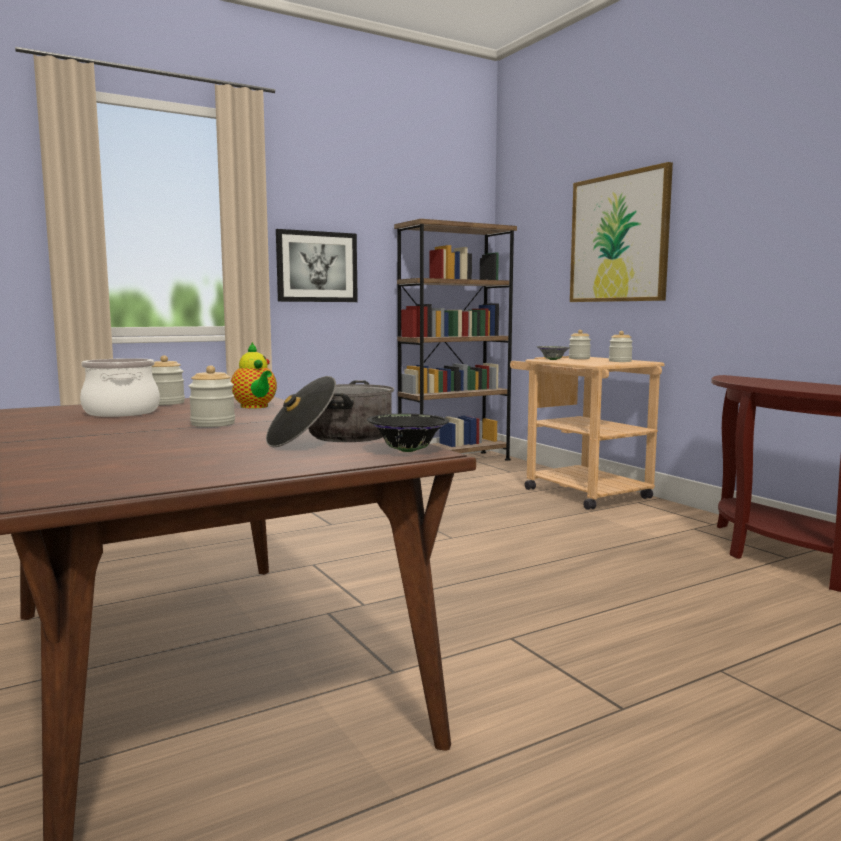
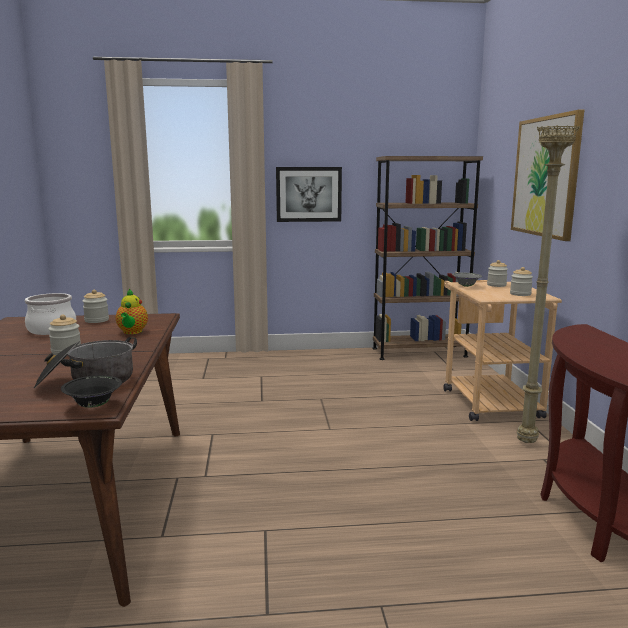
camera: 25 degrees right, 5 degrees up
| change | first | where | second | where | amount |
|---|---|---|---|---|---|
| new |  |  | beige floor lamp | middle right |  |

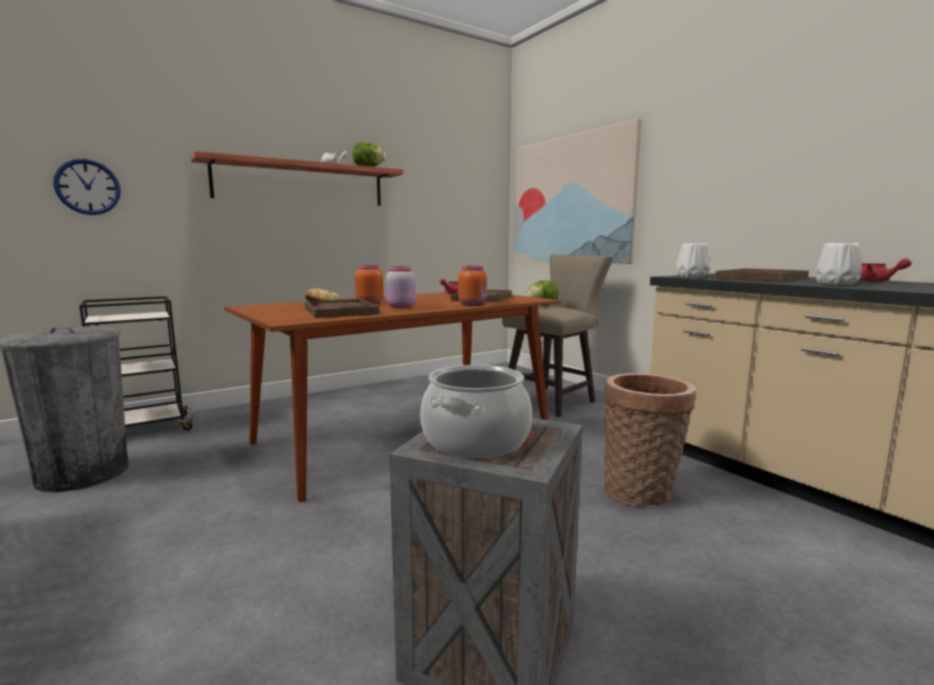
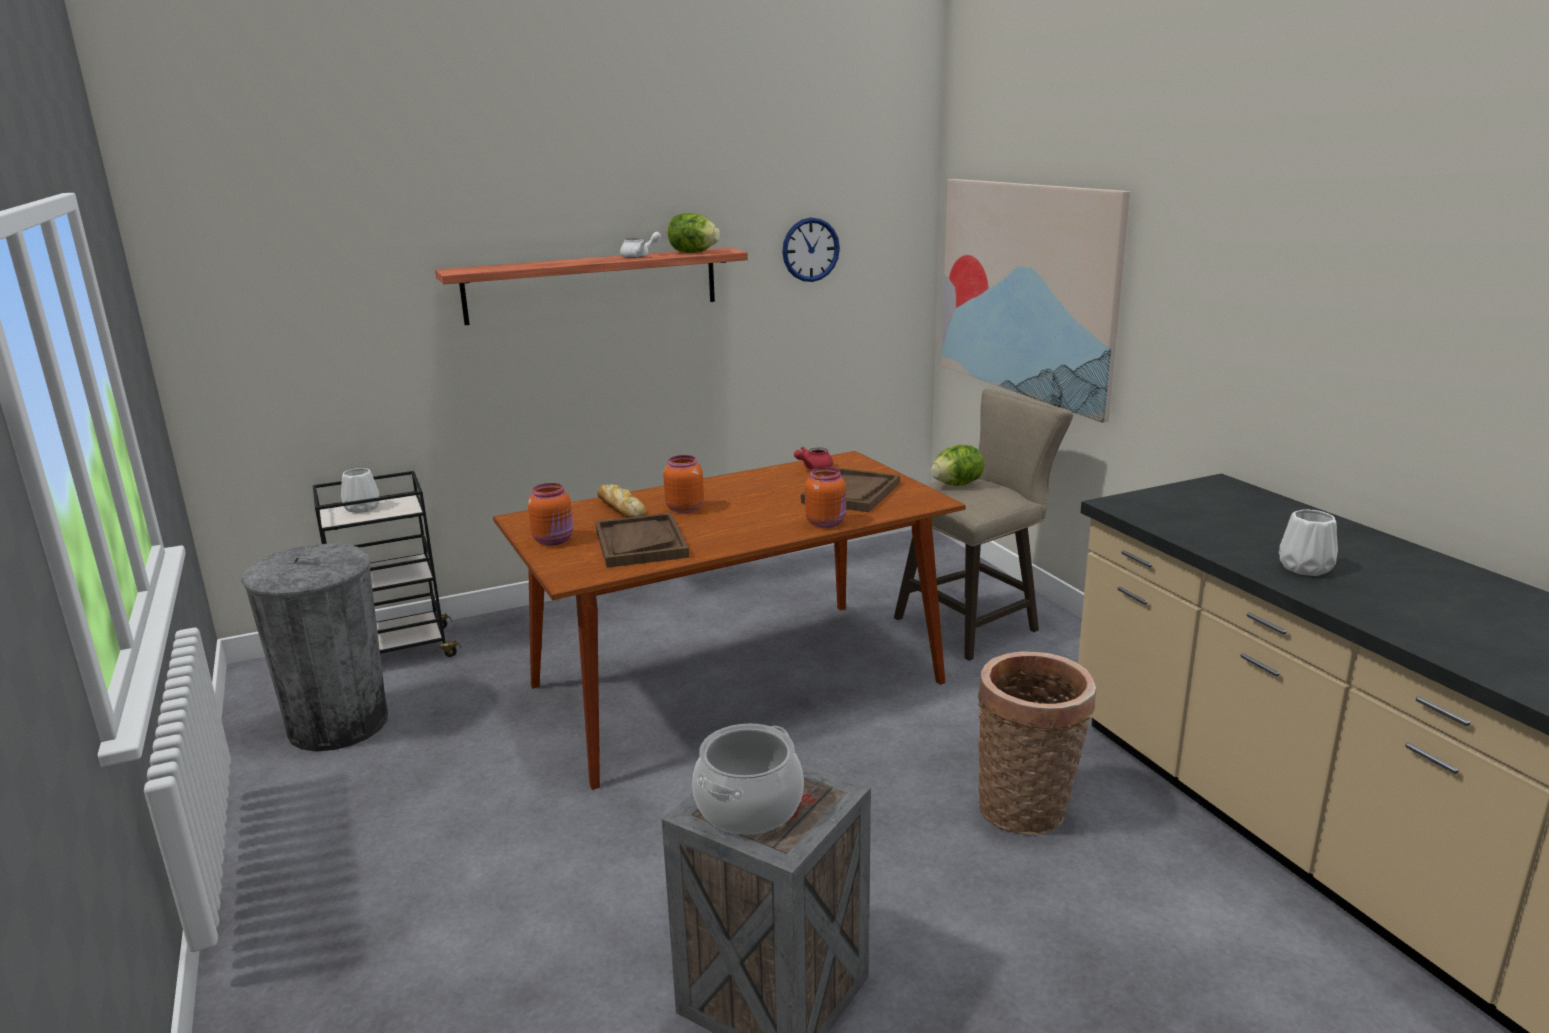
camera: 10 degrees right, 10 degrees up
| change | first | where | second | where | amount |
|---|---|---|---|---|---|
| shifted | wall clock | top left |  | top centre |  |
| gone | pink jar | centre |  |  |  |
| shifted | white vase (no. 1 from left) | middle right |  | middle left |  |
| gone | brown tray (no. 3 from left) | middle right |  |  |  |
| gone | red teapot (no. 2 from left) | middle right |  |  |  |
| new |  |  | orange jar (no. 1 from left) | centre |  |

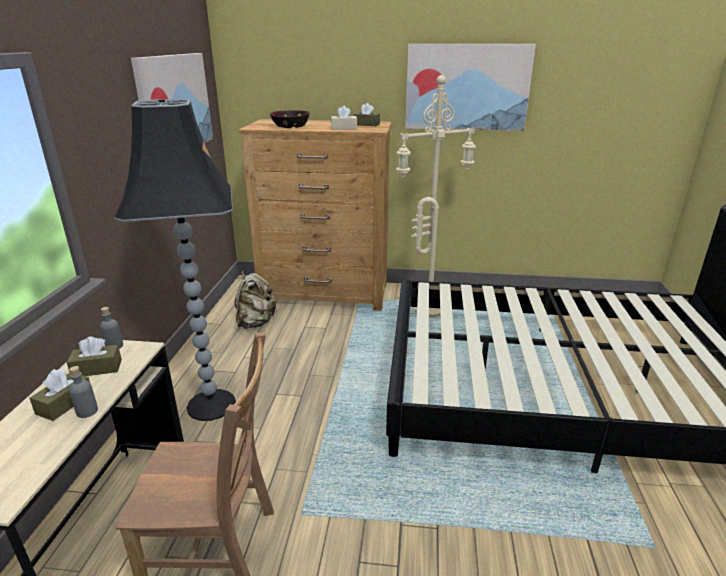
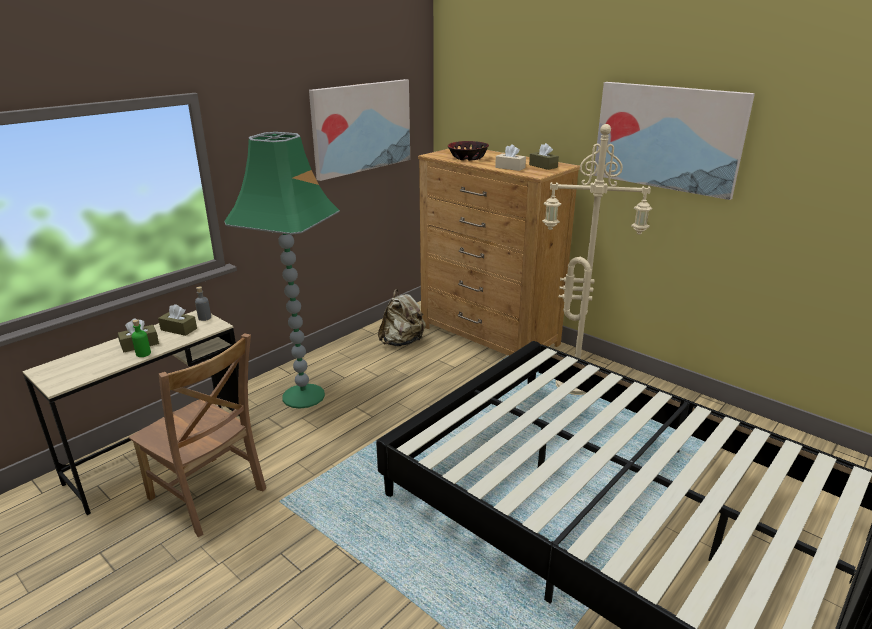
camera: 35 degrees right, 0 degrees up
| change | first | where | second | where | amount |
|---|---|---|---|---|---|
| repainted | grey bottle (no. 1 from left) | bottom left | green bottle | middle left |  |
| repainted | black floor lamp | middle left | green floor lamp | middle left |  |

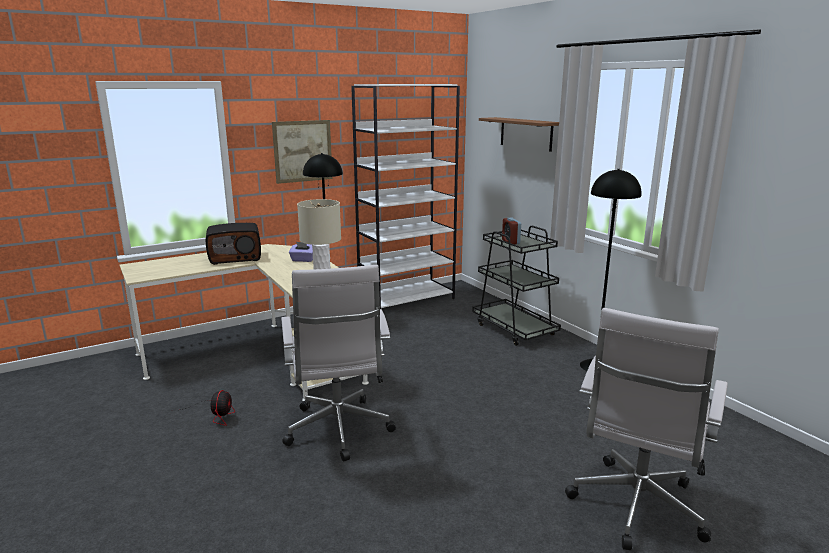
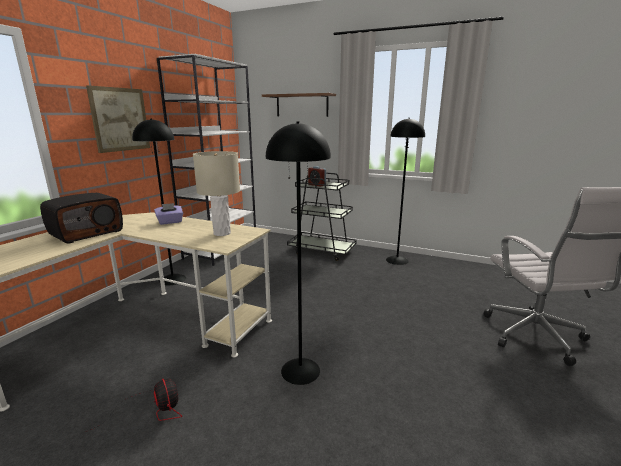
camera: 35 degrees left, 0 degrees up
| change | first | where | second | where | amount |
|---|---|---|---|---|---|
| swapped | white office chair (no. 1 from left) | centre | black floor lamp (no. 2 from left) | centre |  |

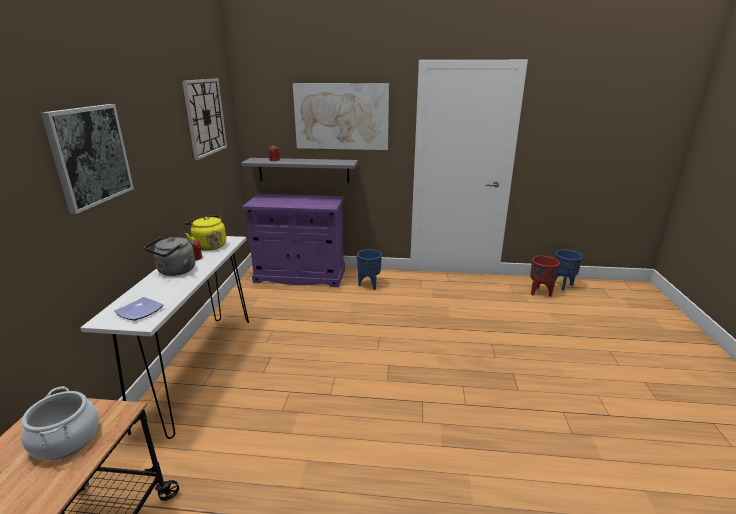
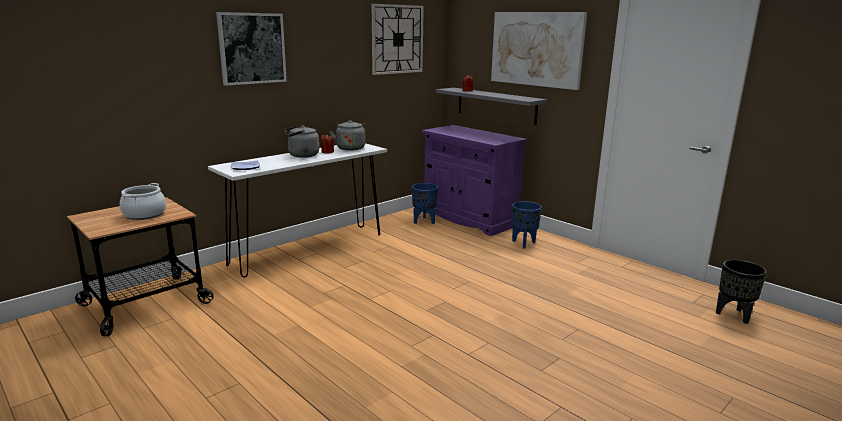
camera: 40 degrees right, 5 degrees down
| change | first | where | second | where | amount |
|---|---|---|---|---|---|
| repainted | yellow kettle | middle left | grey kettle (no. 2 from left) | top centre |  |
| repainted | red planter | middle right | black planter | bottom right |  |
| shifted | blue planter (no. 2 from left in the first image) | middle right | blue planter (no. 1 from left) | centre |  |

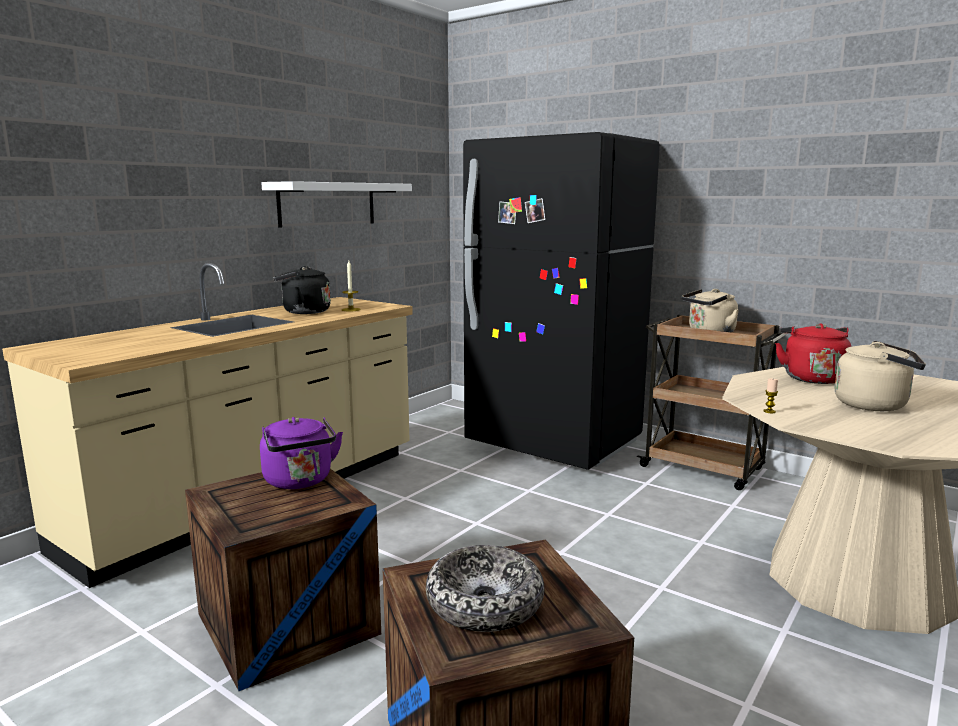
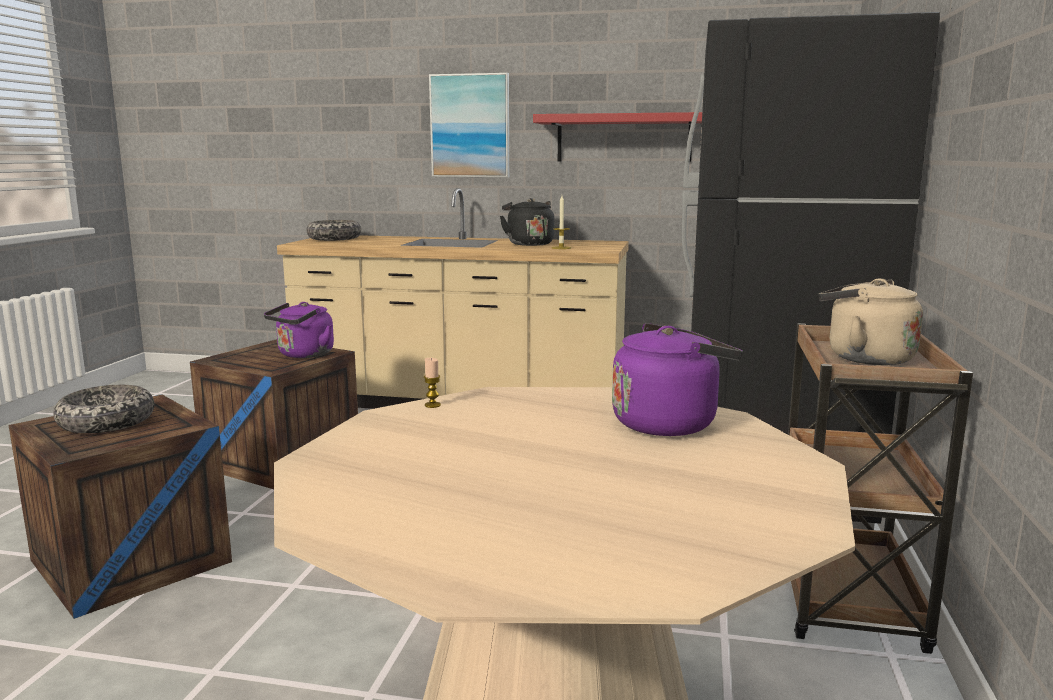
camera: 65 degrees right, 0 degrees up
| change | first | where | second | where | amount |
|---|---|---|---|---|---|
| repainted | white shelf | top centre | red shelf | top centre |  |
| repainted | red kettle | middle right | purple kettle (no. 2 from left) | centre |  |
| gone | beige kettle (no. 2 from left) | middle right |  |  |  |
| new |  |  | bowl (no. 2 from left) | top left |  |
| new |  |  | picture | top centre |  |

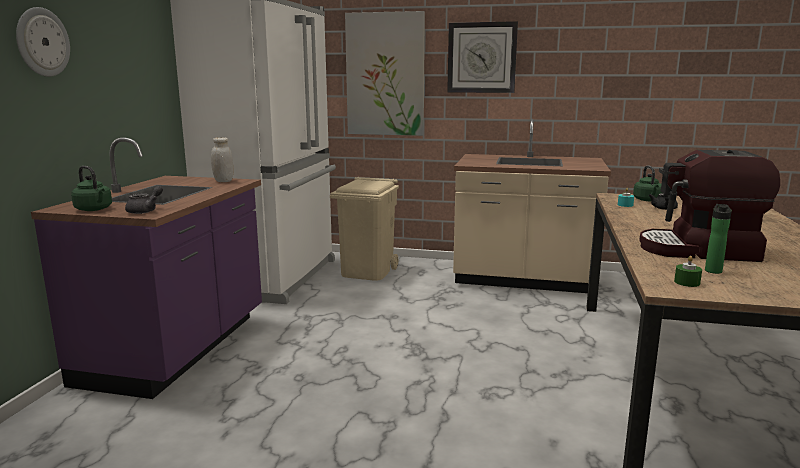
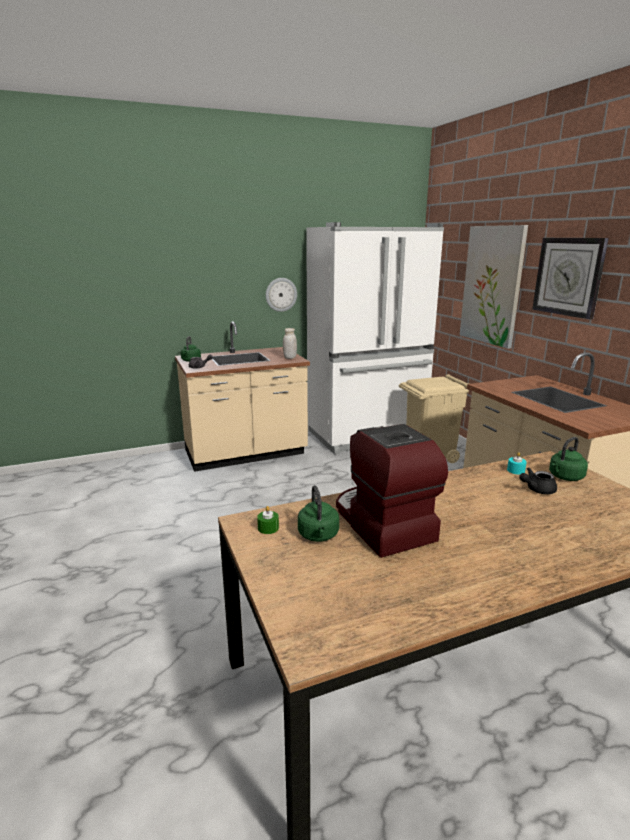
camera: 55 degrees right, 5 degrees up
| change | first | where | second | where | amount |
|---|---|---|---|---|---|
| shifted | wall clock (no. 1 from left) | top left |  | centre |  |
| repainted | purple counter | middle left | beige counter (no. 1 from left) | centre |  |
| swapped | bottle | middle right | green kettle (no. 2 from left) | centre |  |

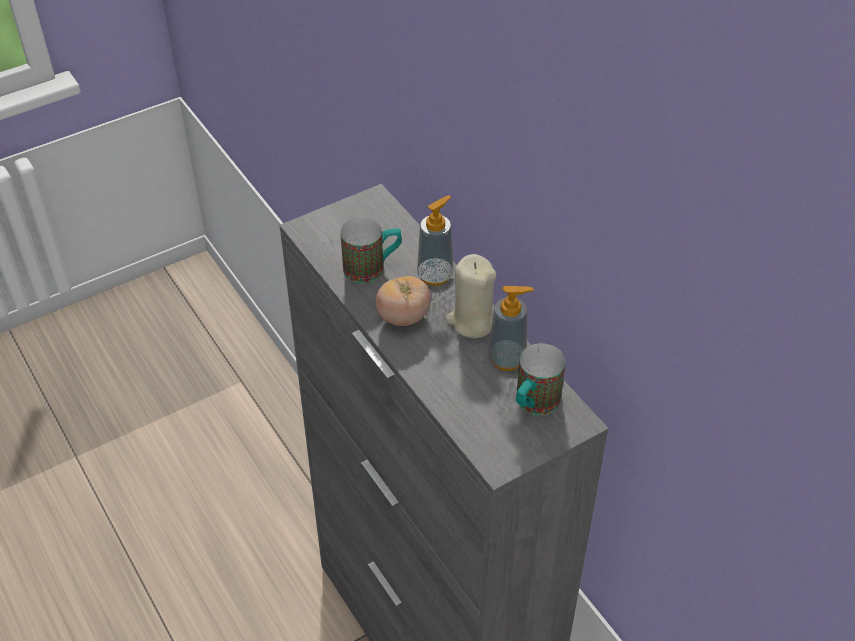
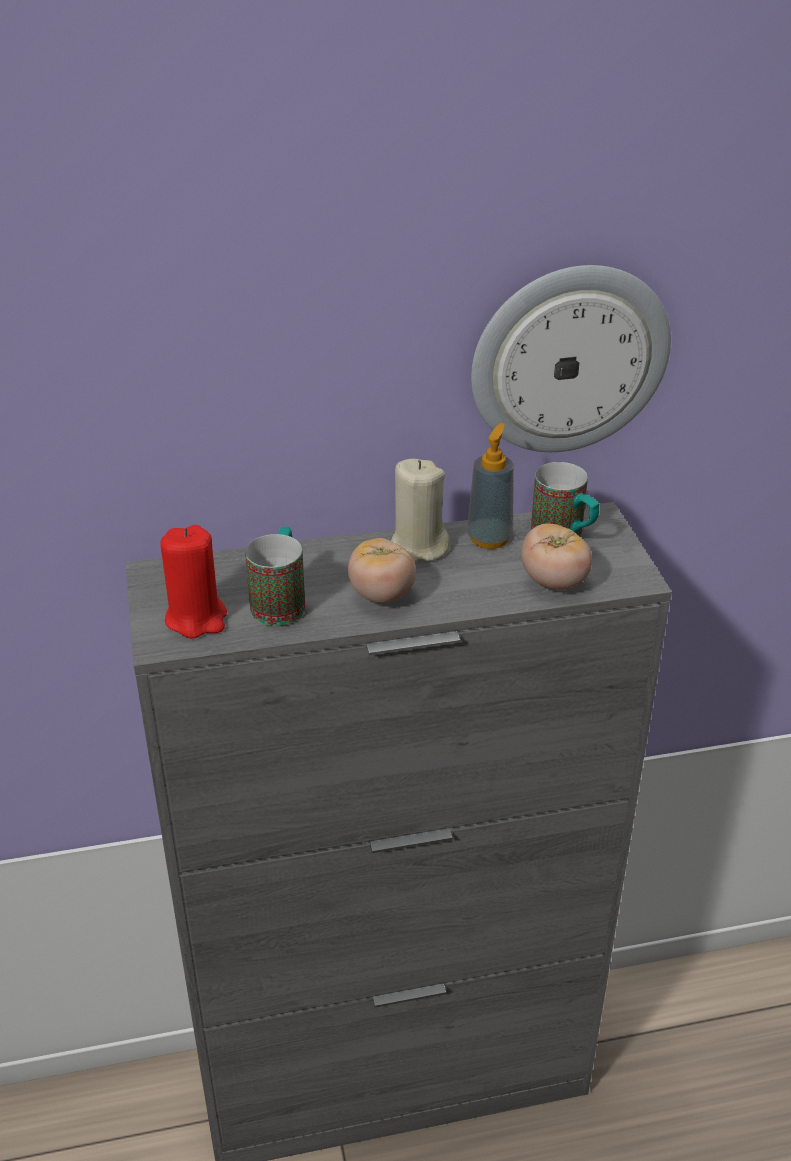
camera: 70 degrees left, 10 degrees down
| change | first | where | second | where | amount |
|---|---|---|---|---|---|
| gone | soap dispenser (no. 1 from left) | centre |  |  |  |
| new |  |  | red candle | middle left |  |
| new |  |  | wall clock | top right |  |
| new |  |  | tomato (no. 2 from left) | middle right |  |

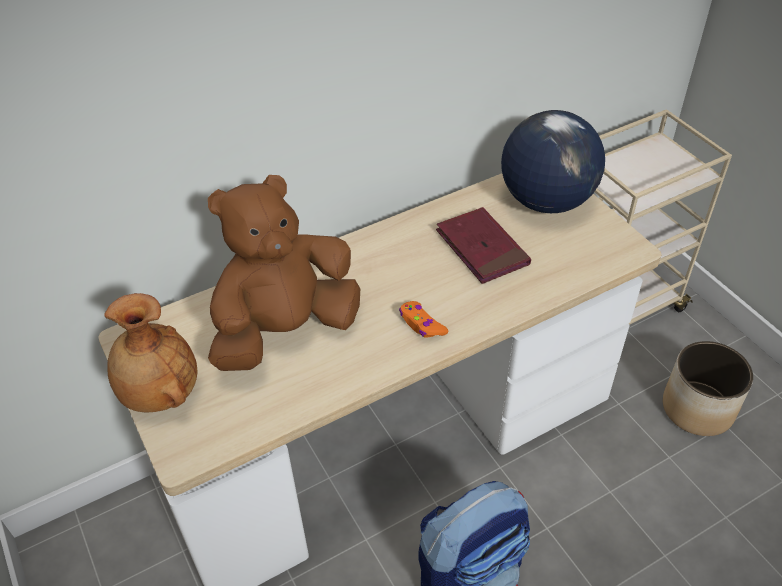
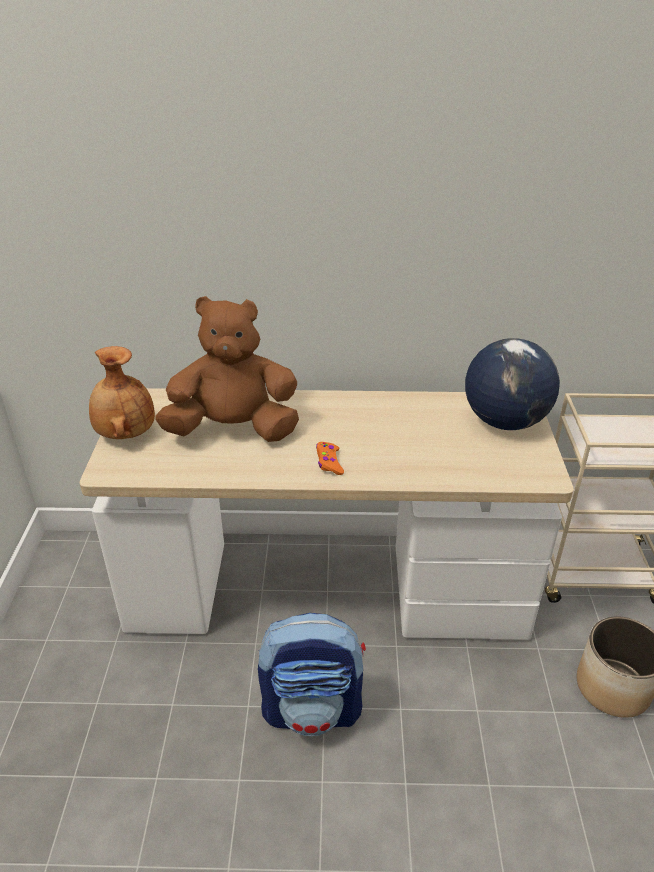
camera: 30 degrees right, 10 degrees down
| change | first | where | second | where | amount |
|---|---|---|---|---|---|
| gone | red book | centre |  |  |  |

